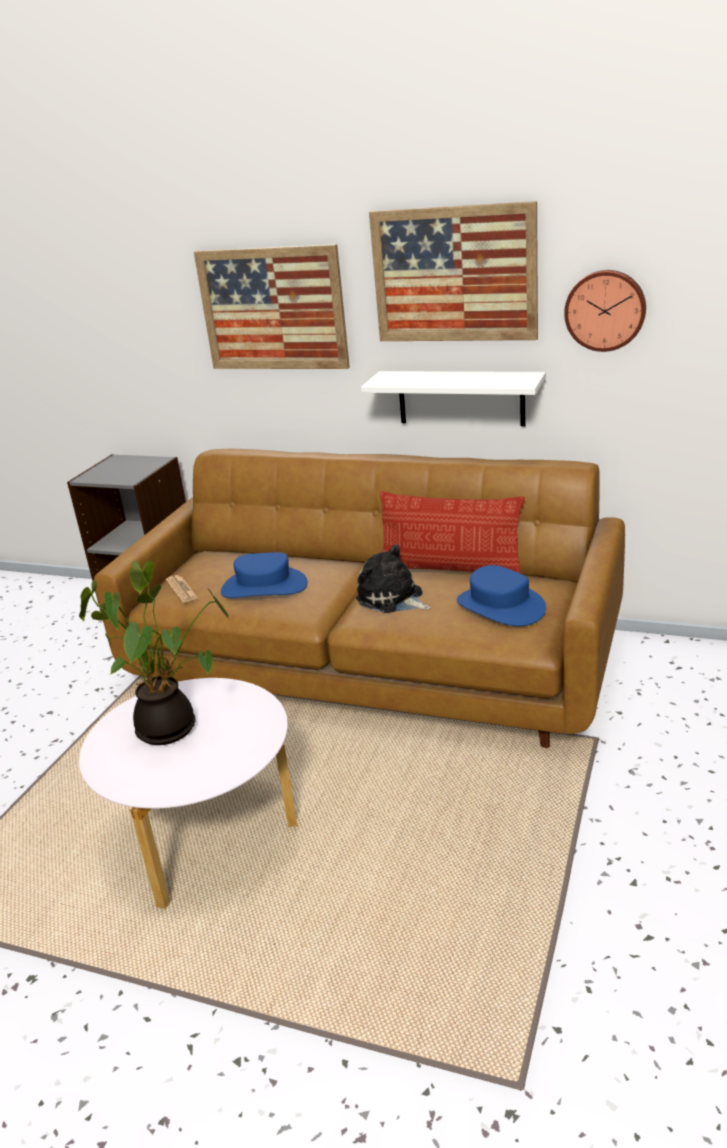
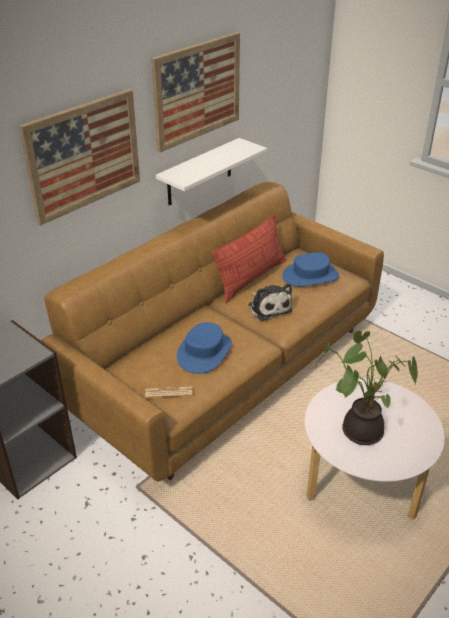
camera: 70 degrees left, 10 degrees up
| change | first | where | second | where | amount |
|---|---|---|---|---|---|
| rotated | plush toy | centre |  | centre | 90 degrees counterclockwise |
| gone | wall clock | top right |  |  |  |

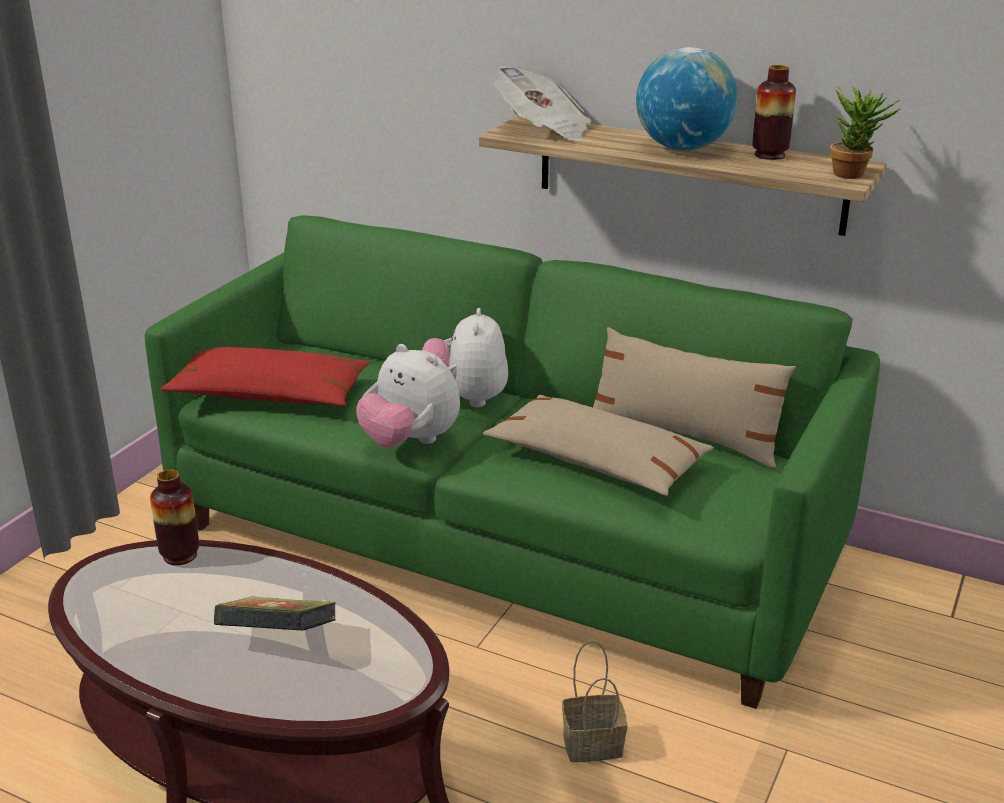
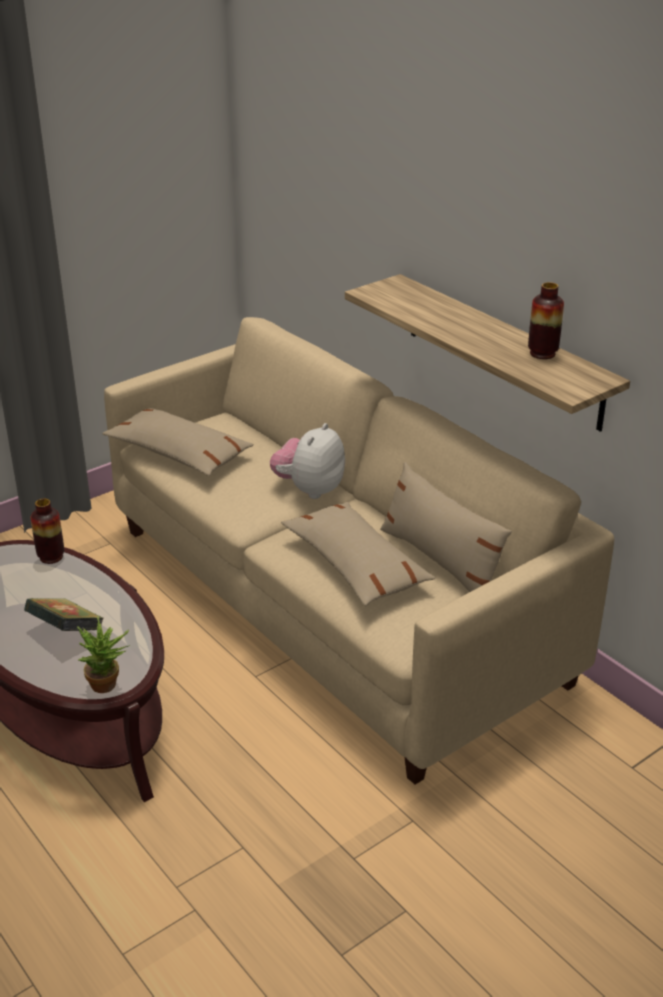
camera: 25 degrees right, 5 degrees up
| change | first | where | second | where | amount |
|---|---|---|---|---|---|
| repainted | green sofa | centre | beige sofa | centre |  |
| repainted | red pillow | middle left | beige pillow (no. 1 from left) | middle left |  |
| gone | plush toy (no. 1 from left) | centre |  |  |  |
| gone | newspaper | top centre |  |  |  |
| gone | basket | bottom centre |  |  |  |
| gone | globe | top right |  |  |  |
| shifted | potted plant | top right |  | middle left |  |

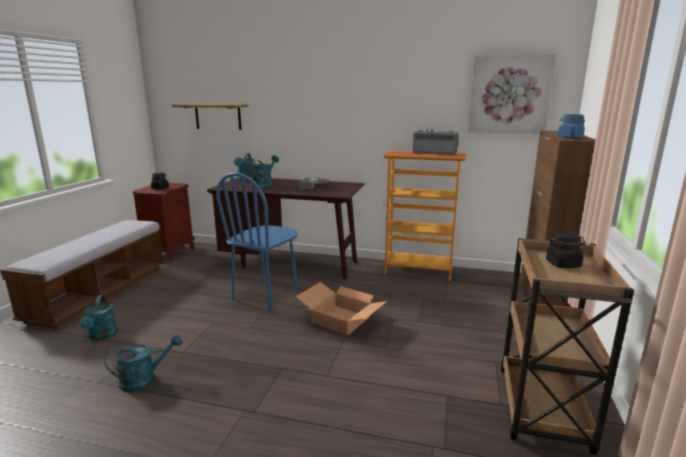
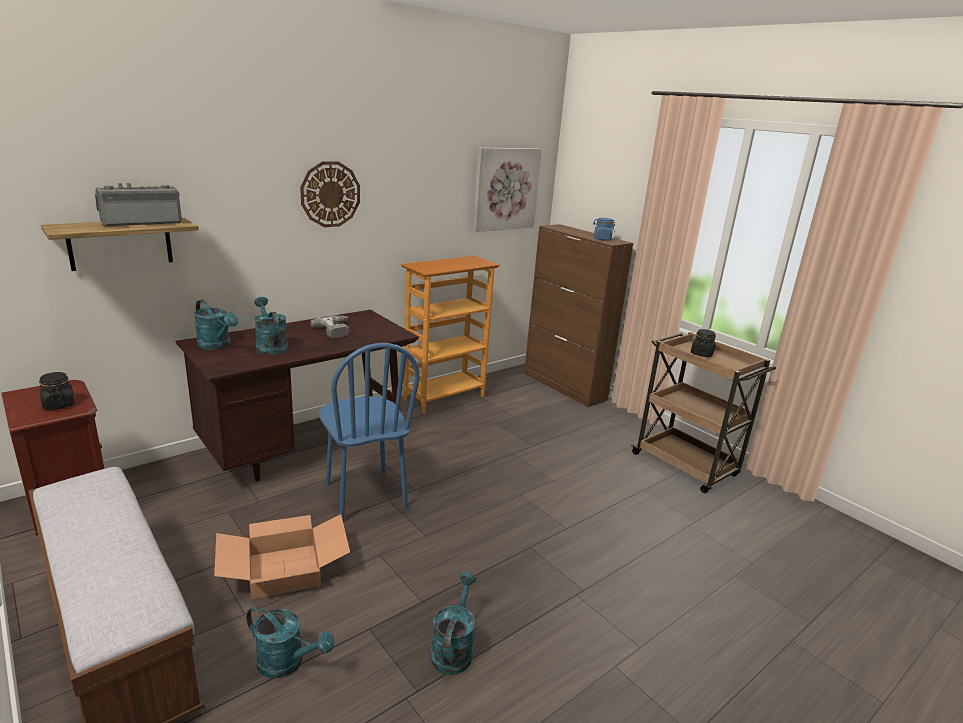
camera: 55 degrees left, 5 degrees up
| change | first | where | second | where | amount |
|---|---|---|---|---|---|
| shifted | cardboard box | bottom centre |  | bottom left |  |
| shifted | radio | top centre |  | top left |  |
| new |  |  | wall clock | top centre |  |

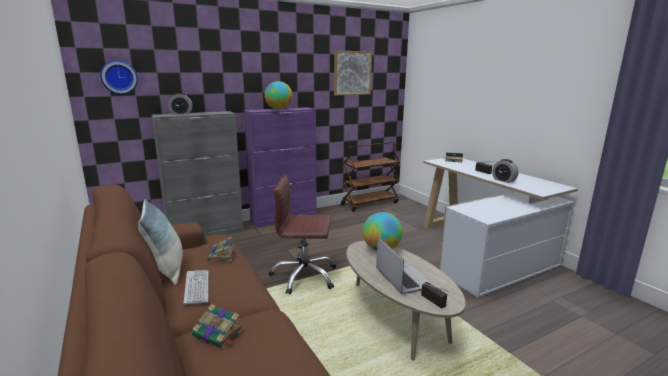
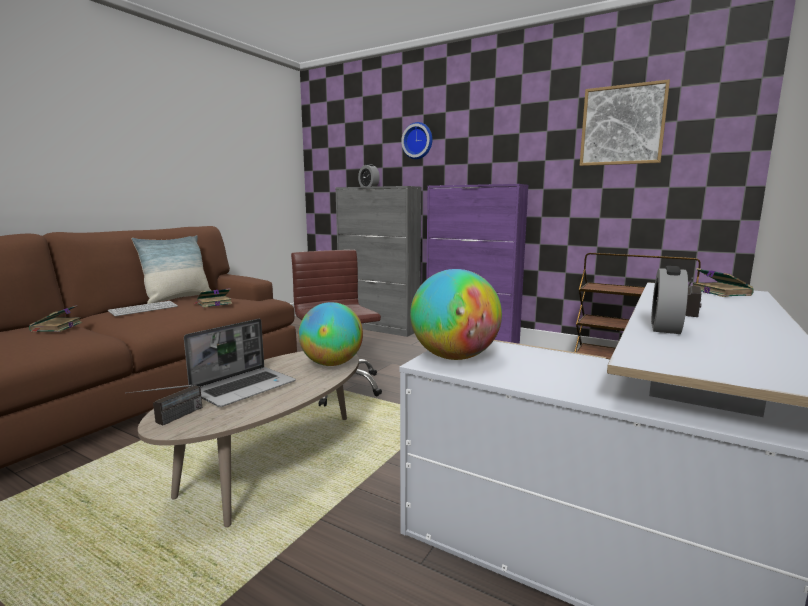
camera: 60 degrees right, 5 degrees down
| change | first | where | second | where | amount |
|---|---|---|---|---|---|
| shifted | wall clock | top left |  | top centre |  |
| shifted | globe (no. 1 from left in the first image) | top centre | globe (no. 2 from left) | centre |  |

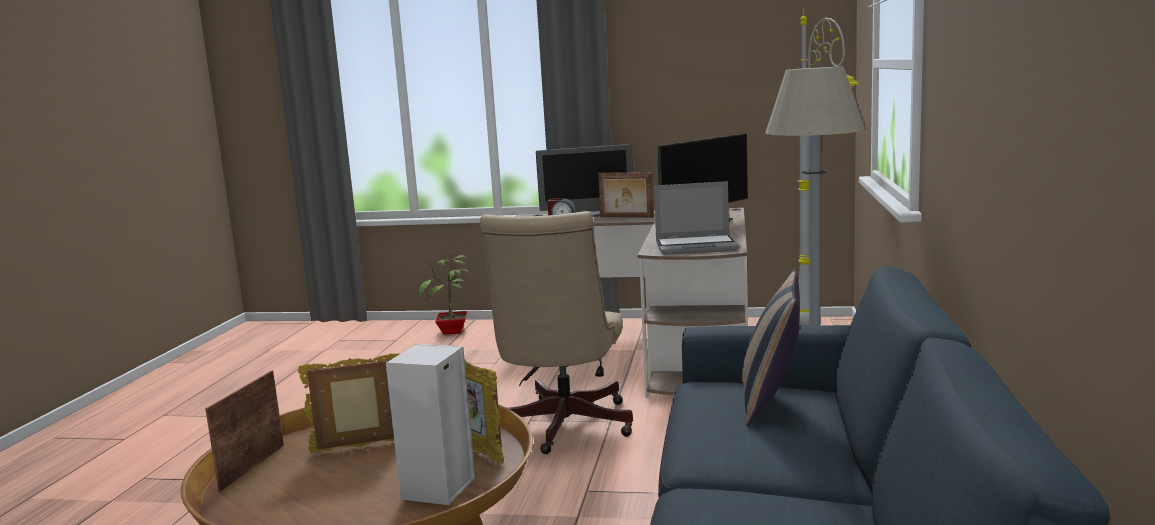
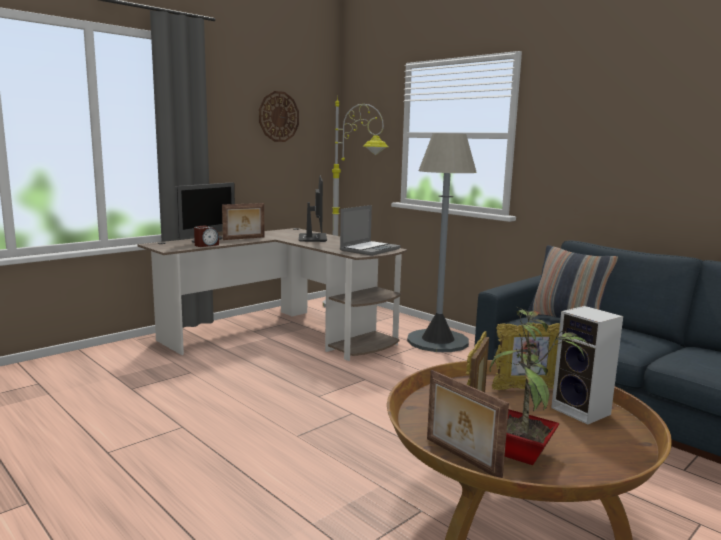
camera: 55 degrees left, 0 degrees up
| change | first | where | second | where | amount |
|---|---|---|---|---|---|
| shifted | potted plant | centre |  | bottom right |  |
| gone | beige office chair | centre |  |  |  |
| new |  |  | wall clock | top centre |  |

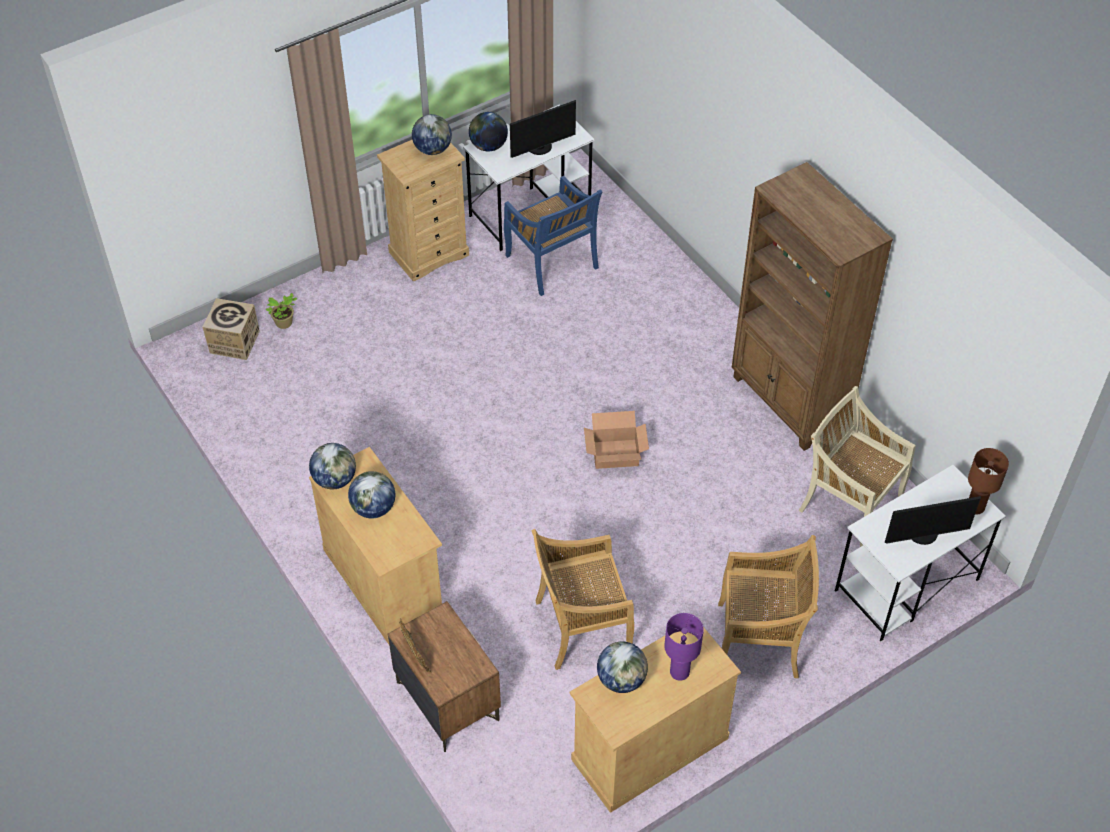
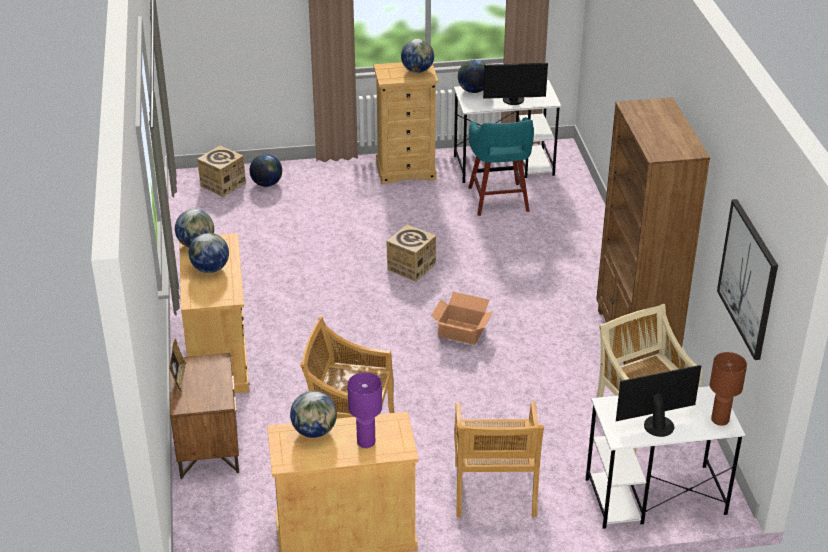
camera: 25 degrees right, 15 degrees down
| change | first | where | second | where | amount |
|---|---|---|---|---|---|
| swapped | potted plant | middle left | globe (no. 3 from left) | top left |  |
| swapped | blue chair | top centre | turquoise stool | top centre |  |
| rotated | beige chair (no. 2 from left) | bottom right |  | bottom centre | 60 degrees clockwise |
| rotated | monitor (no. 2 from left) | middle right |  | bottom right | 150 degrees clockwise |
| new |  |  | cardboard box (no. 2 from left) | centre |  |
| new |  |  | picture | middle right |  |

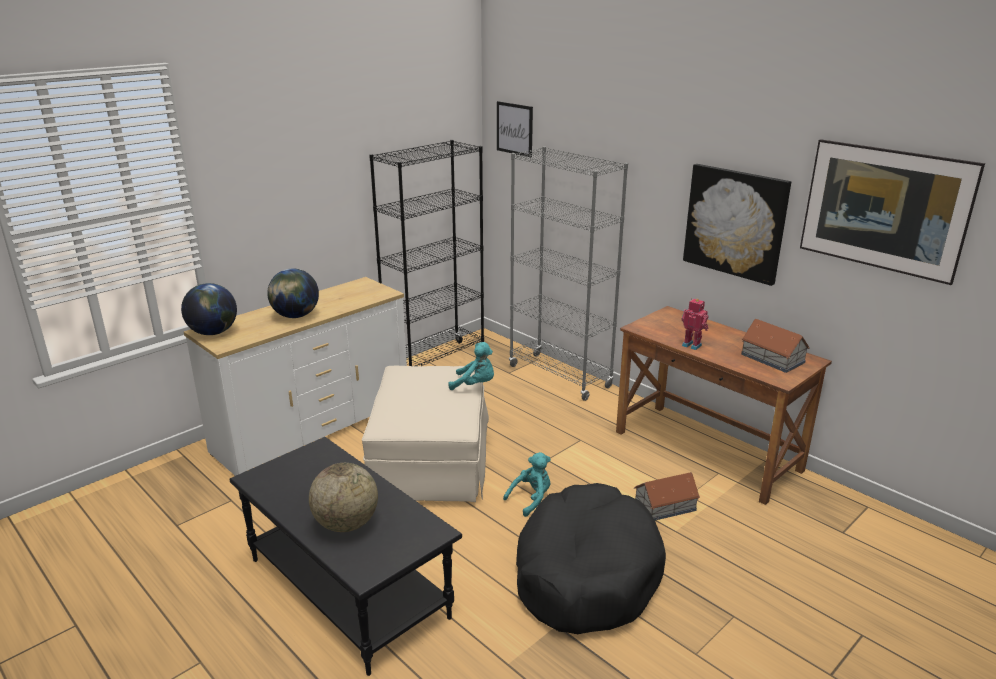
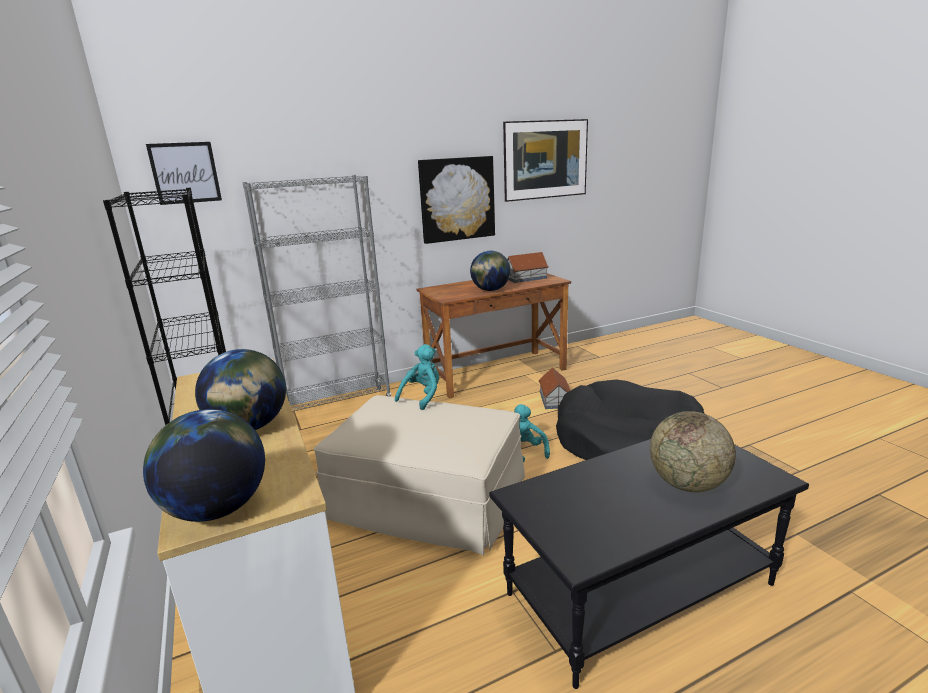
camera: 70 degrees left, 5 degrees down
| change | first | where | second | where | amount |
|---|---|---|---|---|---|
| swapped | toy robot | middle right | globe (no. 3 from left) | centre |  |

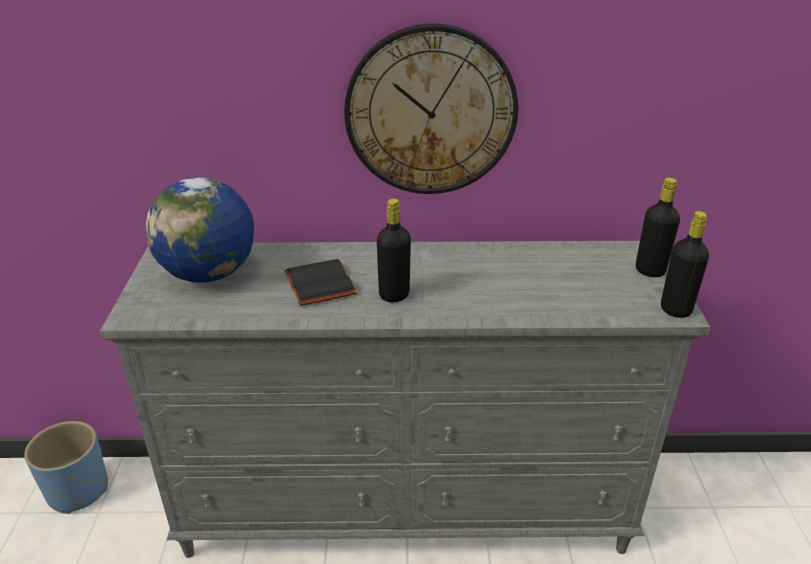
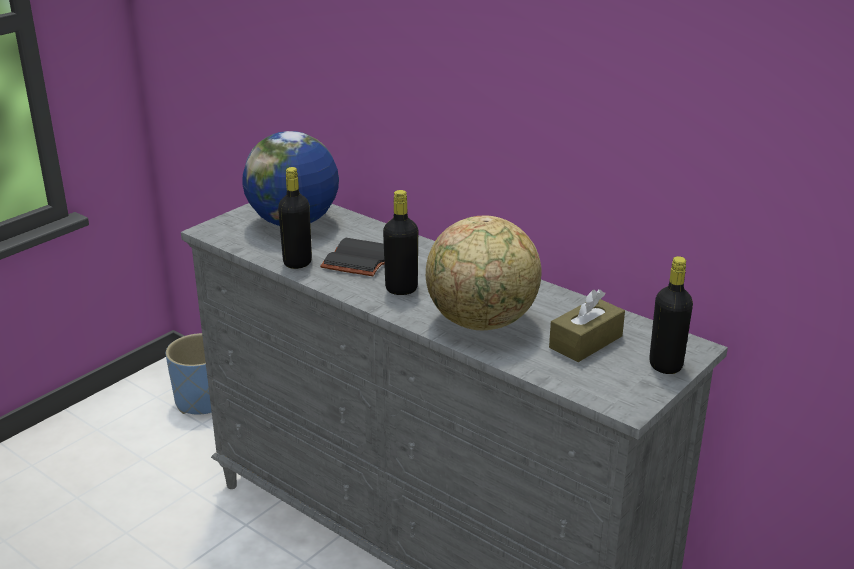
camera: 40 degrees right, 5 degrees down
| change | first | where | second | where | amount |
|---|---|---|---|---|---|
| gone | wall clock | top centre |  |  |  |
| shifted | black bottle (no. 3 from left in the first image) | middle right | black bottle (no. 1 from left) | centre |  |
| new |  |  | globe (no. 2 from left) | centre |  |
| new |  |  | brown tissue box | middle right |  |

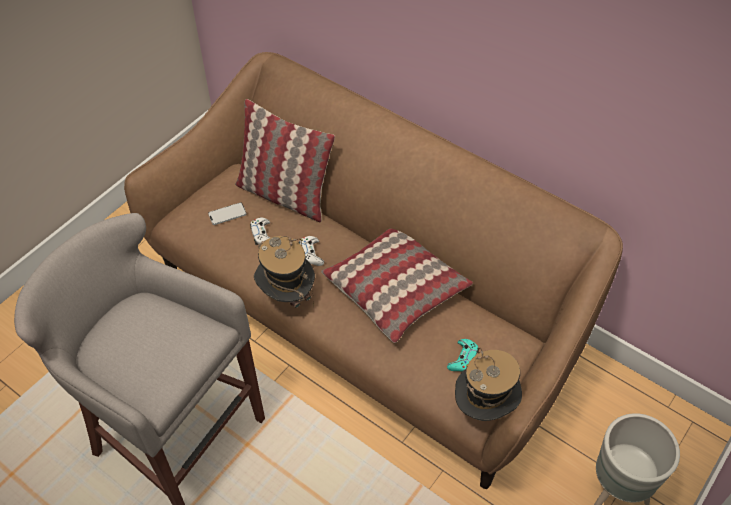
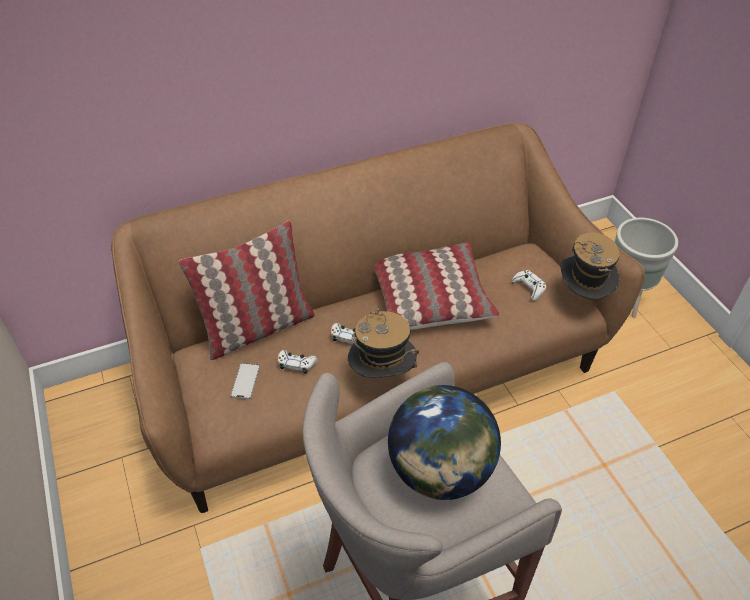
camera: 60 degrees left, 5 degrees down
| change | first | where | second | where | amount |
|---|---|---|---|---|---|
| repainted | turquoise game controller | bottom centre | white game controller (no. 3 from left) | middle right |  |
| new |  |  | globe | bottom centre |  |

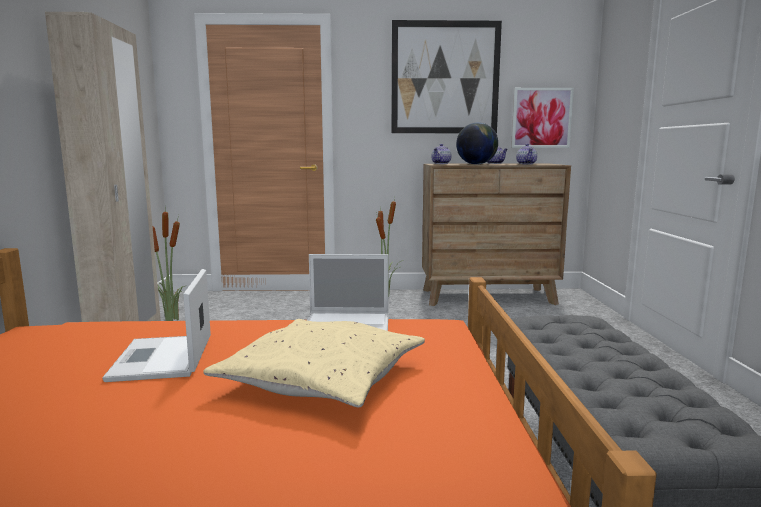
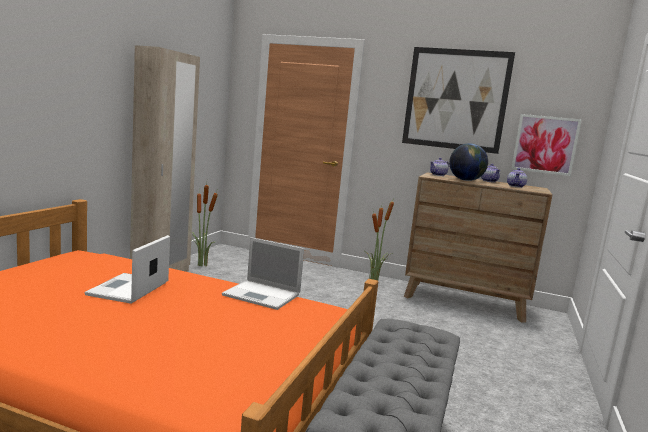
camera: 20 degrees right, 0 degrees up
| change | first | where | second | where | amount |
|---|---|---|---|---|---|
| gone | beige pillow | bottom centre |  |  |  |

